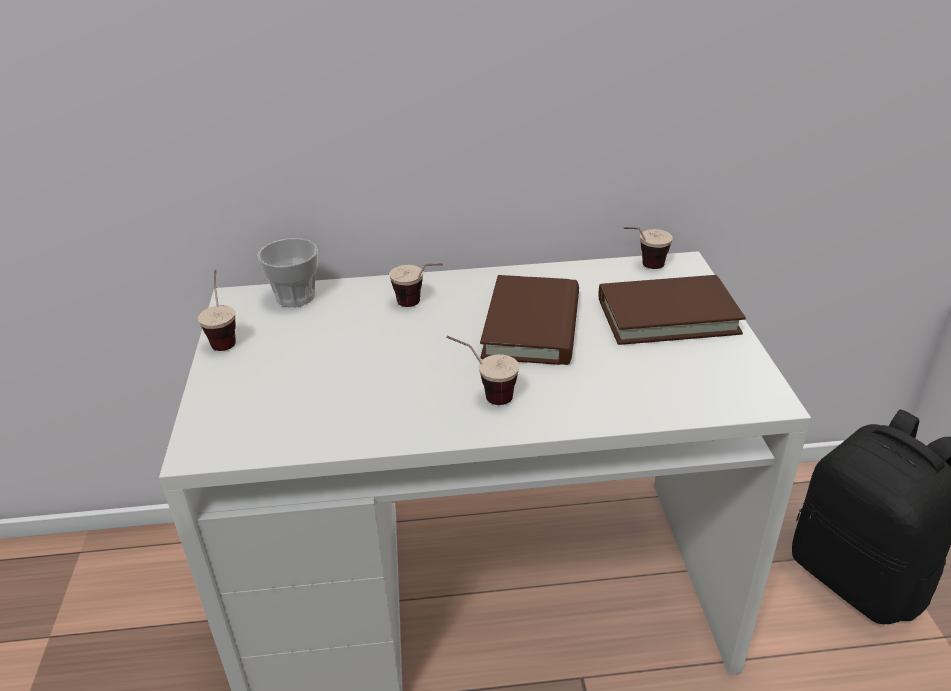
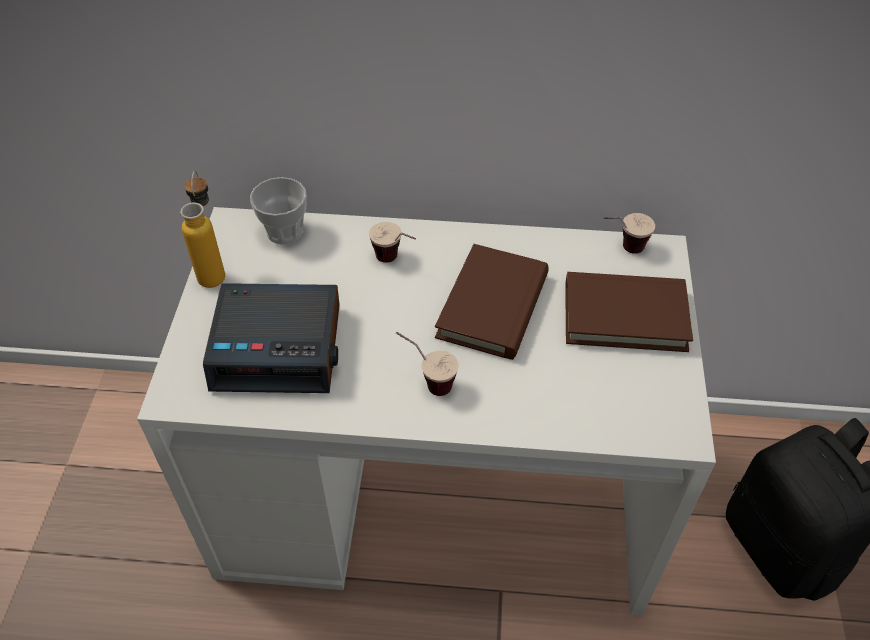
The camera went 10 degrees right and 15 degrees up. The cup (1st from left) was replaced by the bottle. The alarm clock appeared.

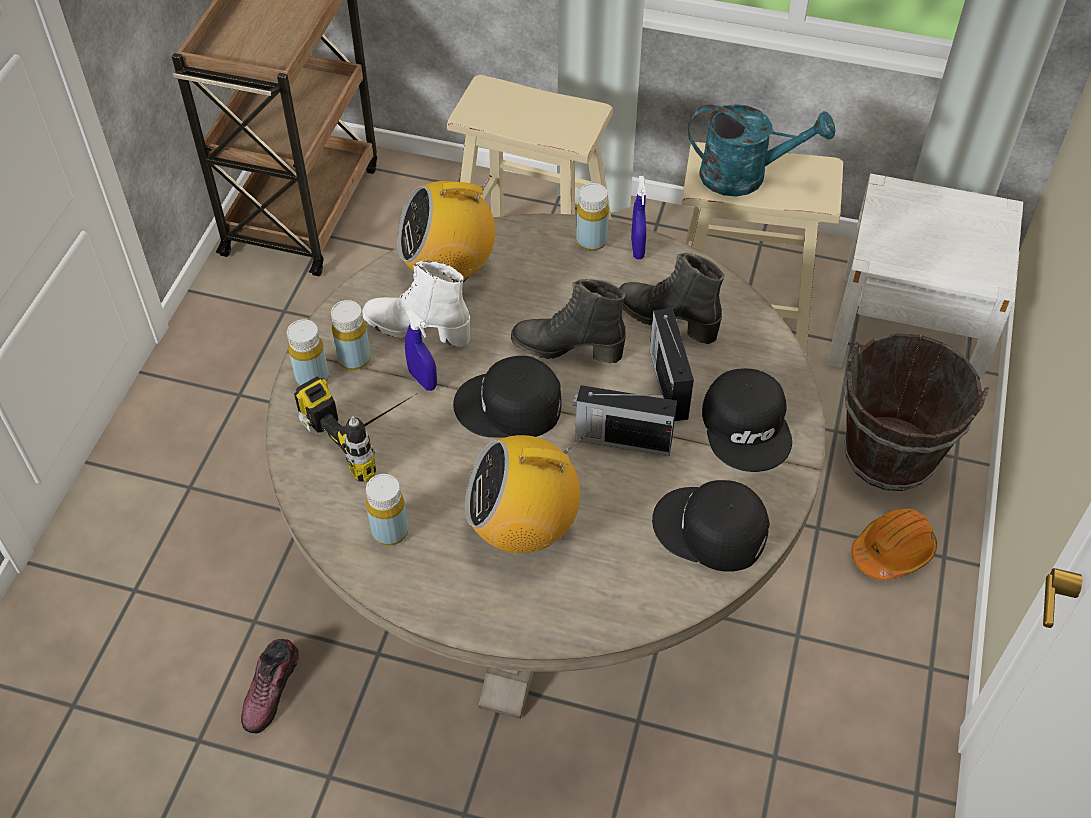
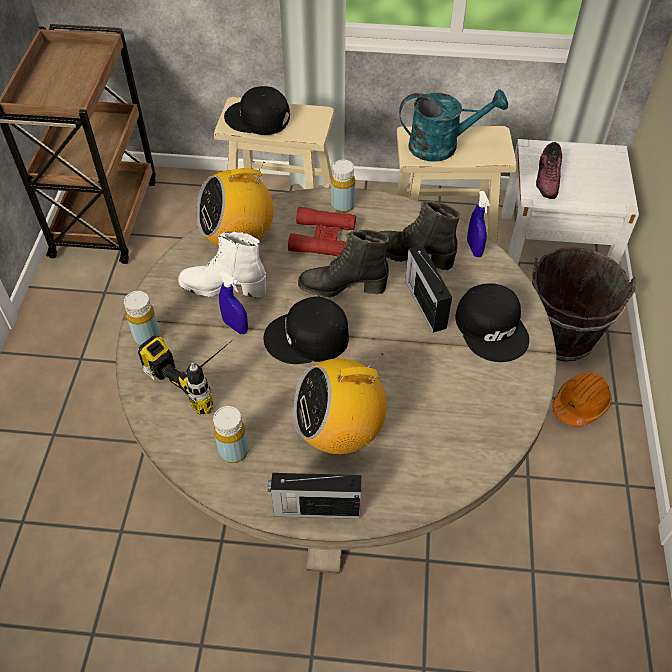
The camera went 10 degrees left and 0 degrees up. The shoe moved. The bottle in yellow (2nd from left) disappeared. The radio (3rd from left in the first image) moved. The spray bottle in blue (2nd from left) moved. The cap in black (2nd from left in the first image) moved. The binoculars in red appeared.

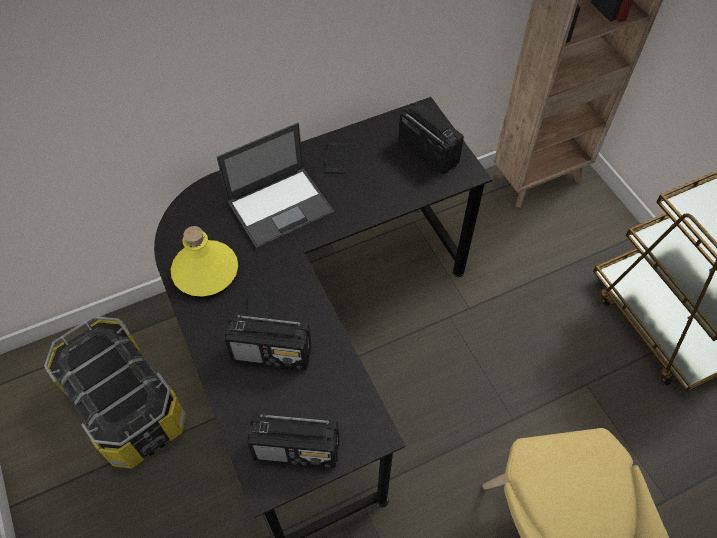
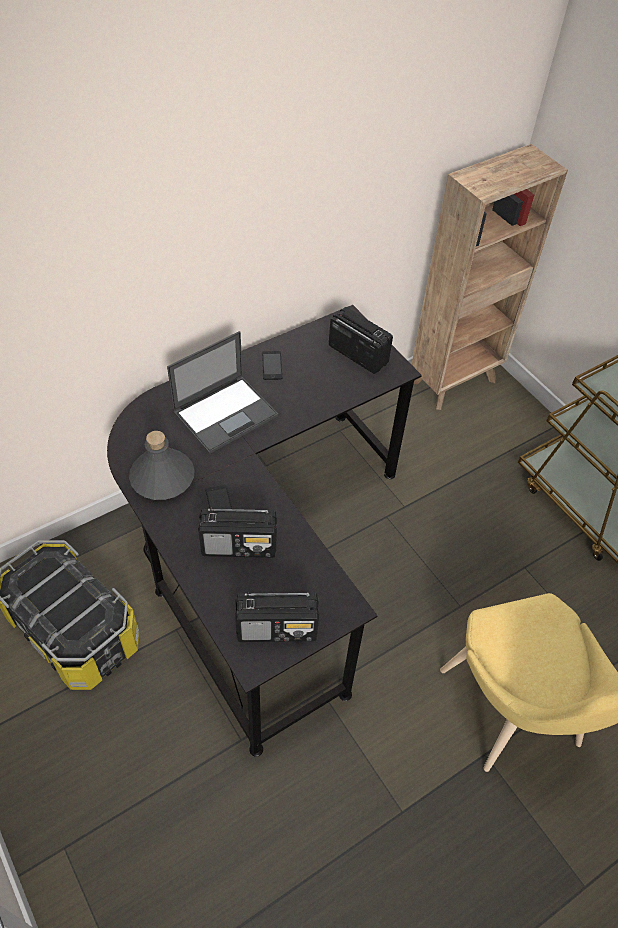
The camera went 10 degrees left and 5 degrees down. The bottle in yellow became the bottle in grey.

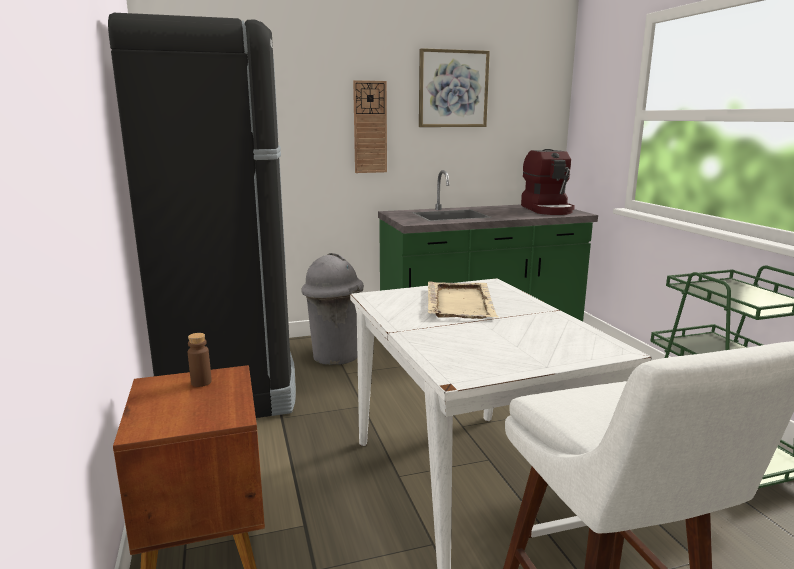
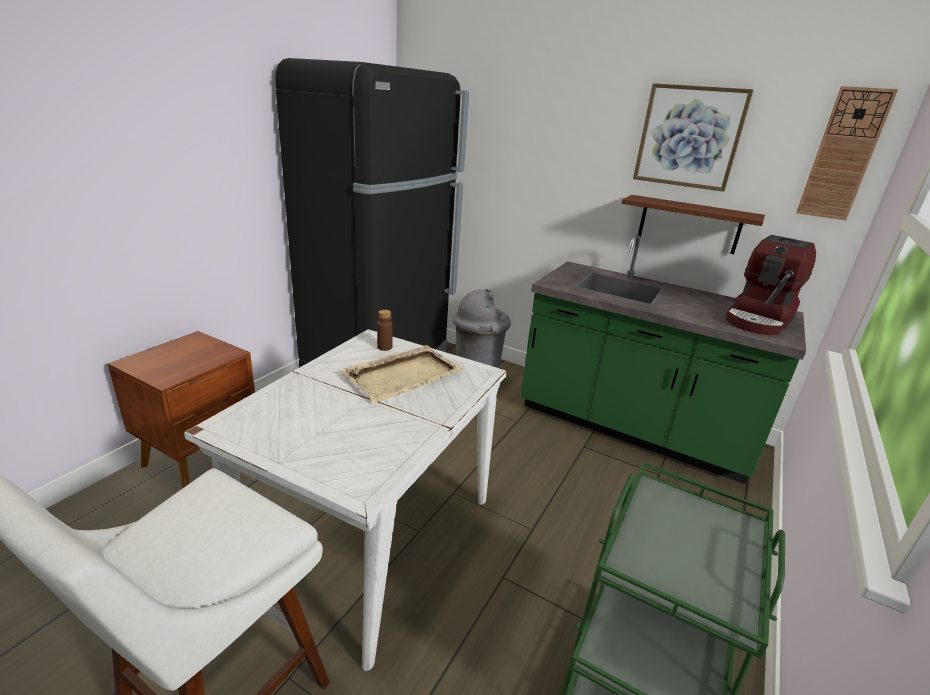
The camera went 45 degrees right and 10 degrees up. The bottle in brown moved. The wall clock moved. The shelf in brown appeared.

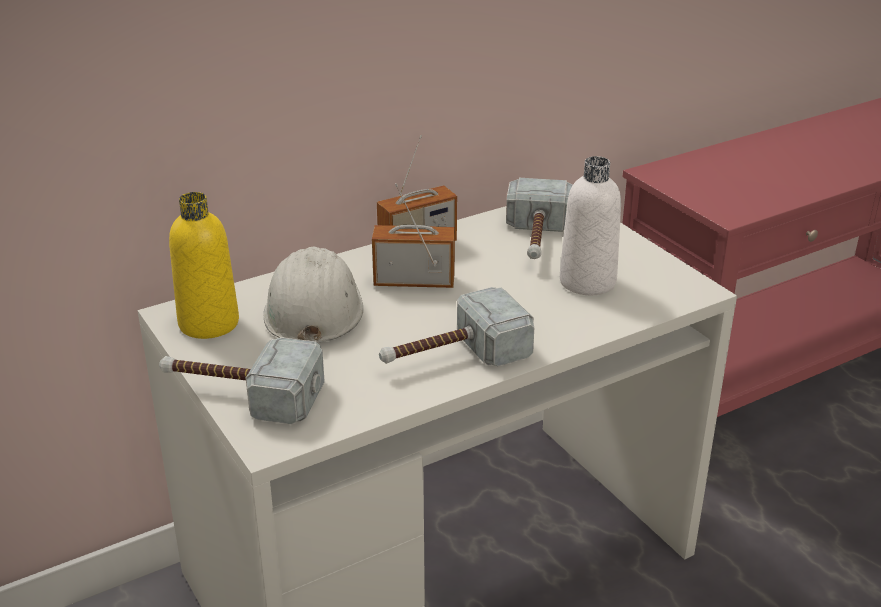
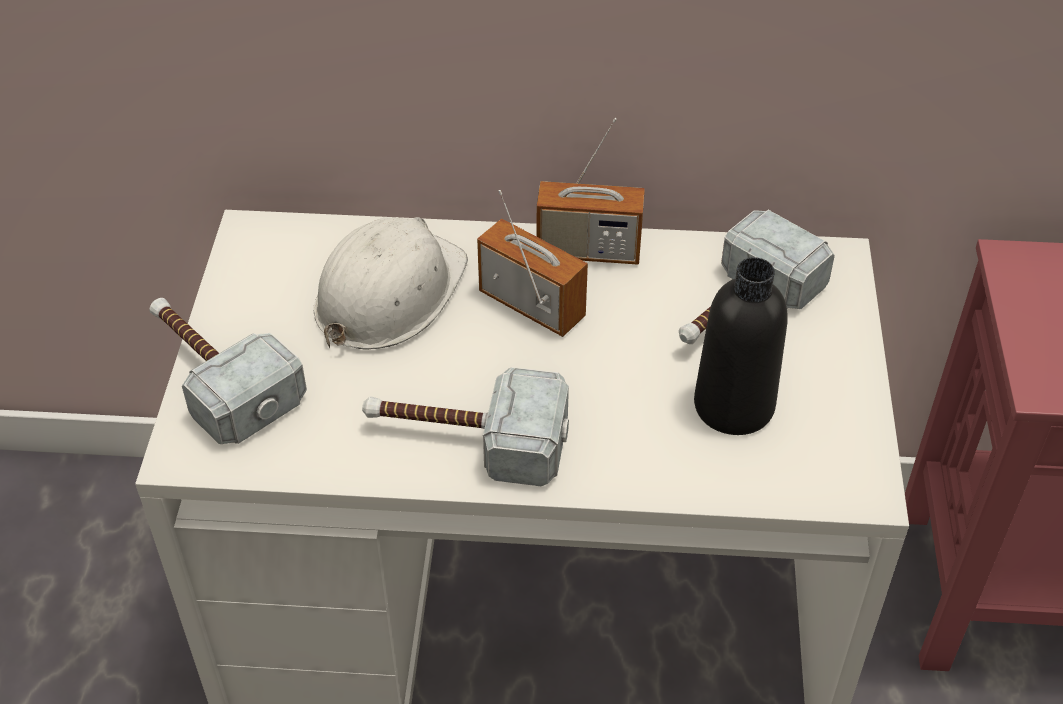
The camera went 35 degrees right and 15 degrees up. The bottle in yellow disappeared. The bottle in white became the bottle in black.

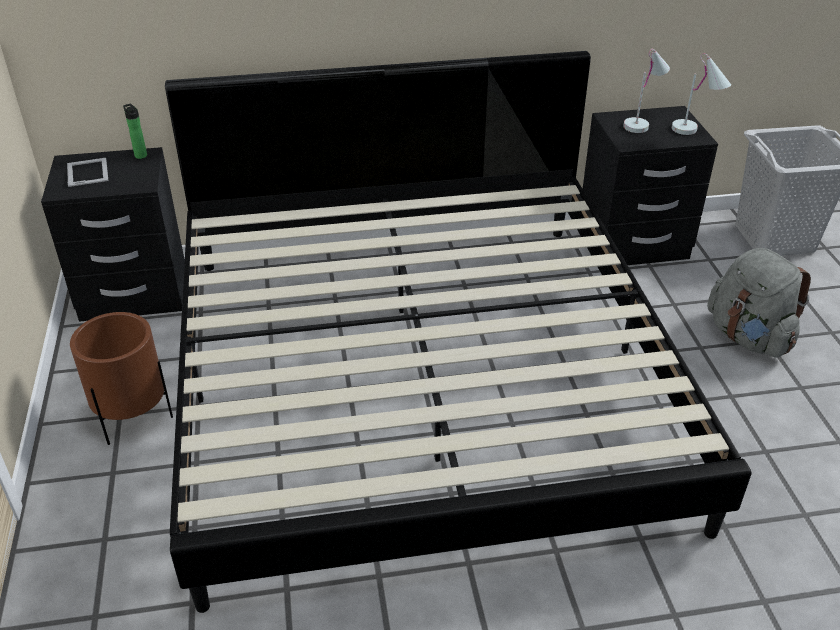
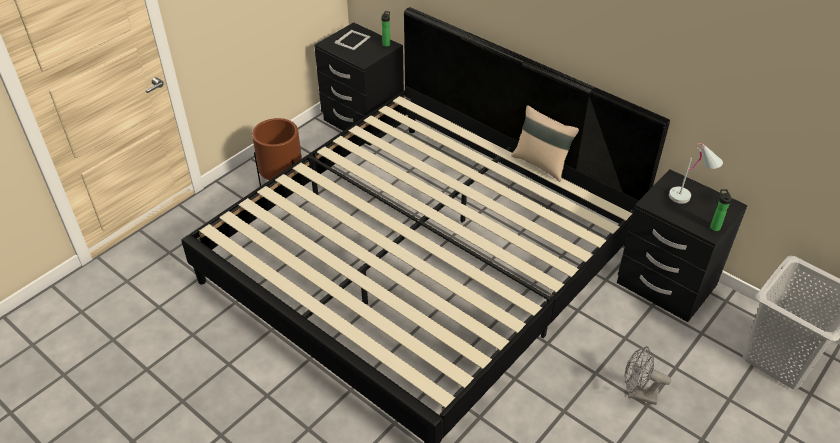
The camera went 50 degrees right and 5 degrees up. The table lamp in white (2nd from left) was replaced by the bottle (2nd from left). The backpack in grey was replaced by the fan in grey. The pillow in beige appeared.

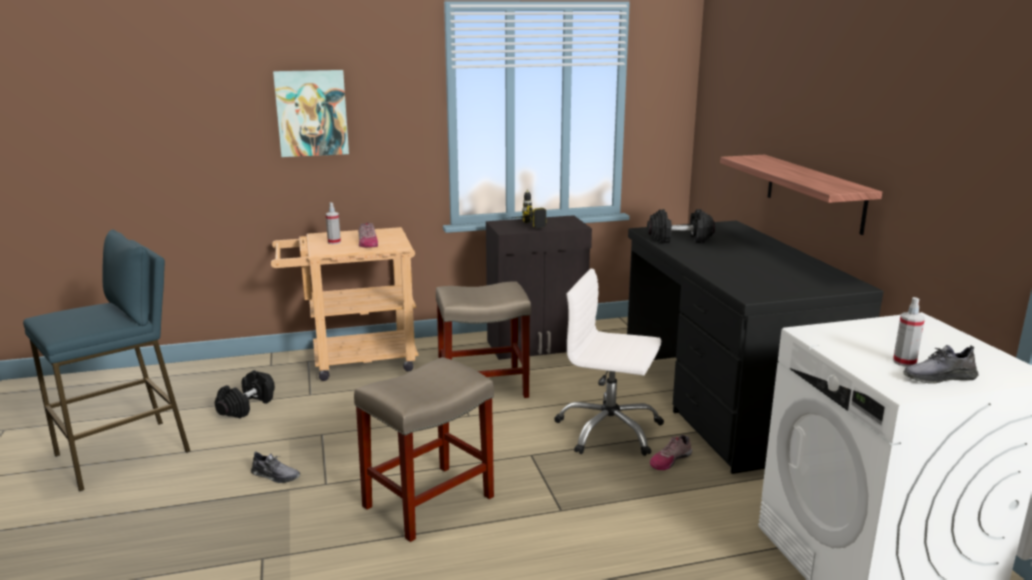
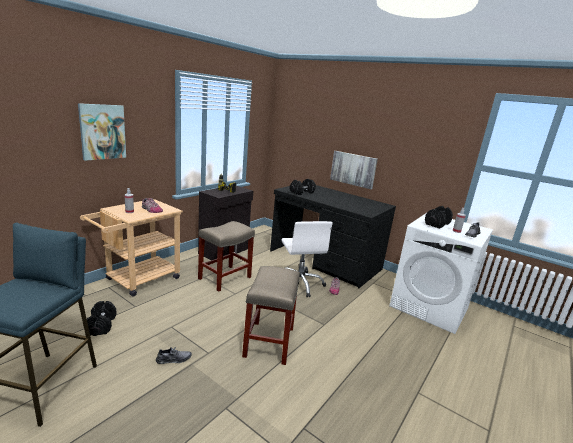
The camera went 40 degrees left and 0 degrees up. The office chair in white turned 90 degrees counterclockwise. The shelf was replaced by the picture (2nd from left). The dumbbell in black (3rd from left) appeared.

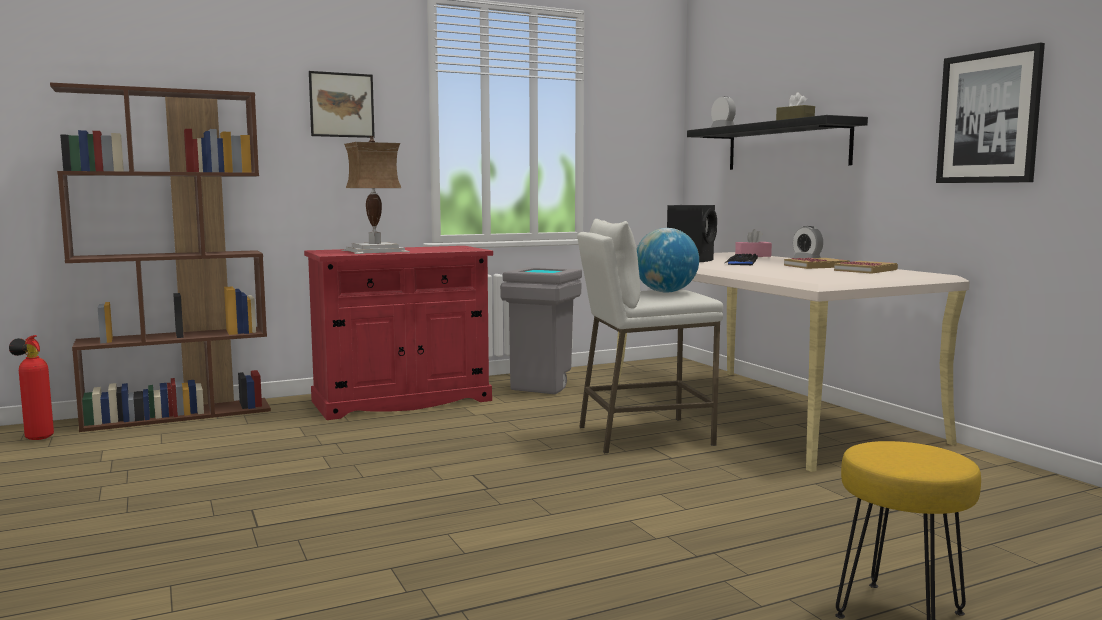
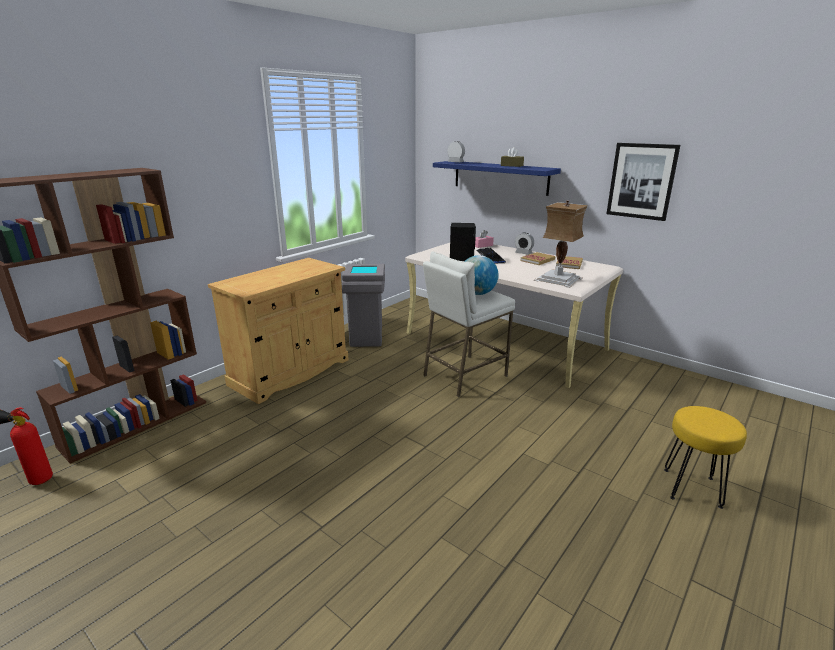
The camera went 25 degrees left and 15 degrees up. The cabinet in red became the cabinet in beige. The picture (1st from left) disappeared. The table lamp moved. The shelf in black became the shelf in blue.

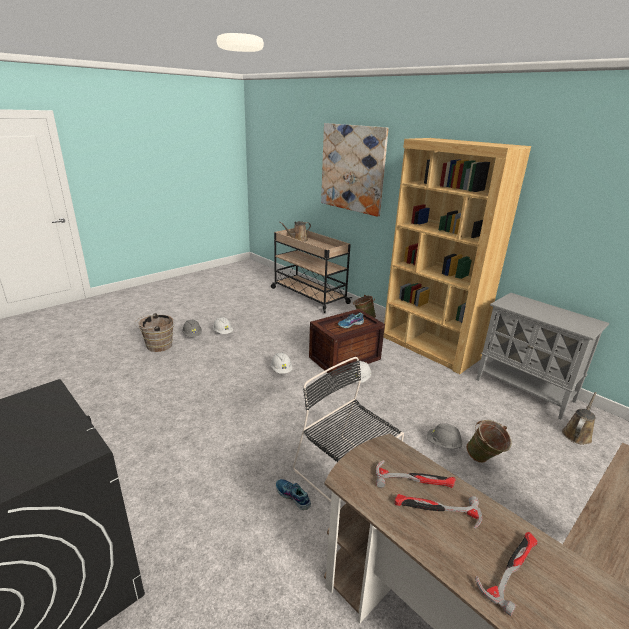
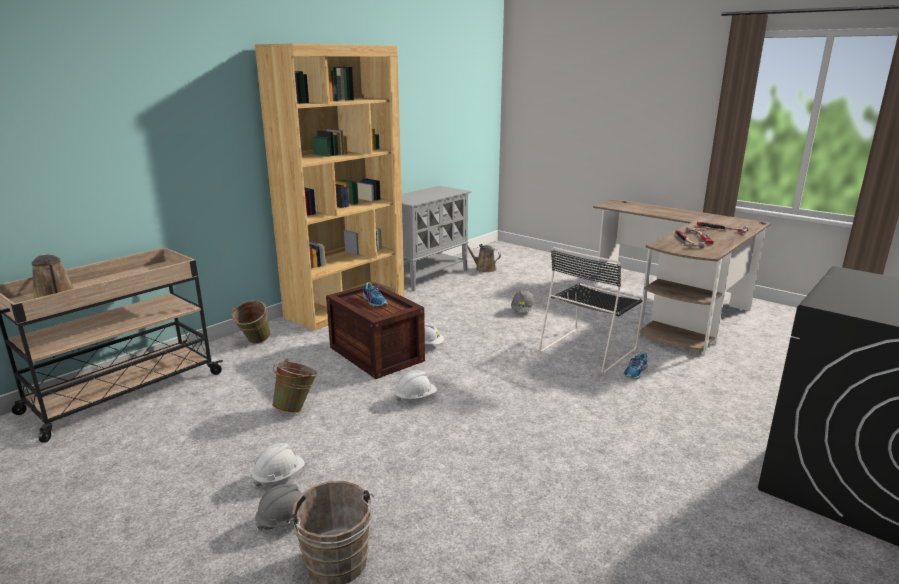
The camera went 95 degrees left and 5 degrees down. The picture disappeared. The bucket in green (2nd from left) moved.

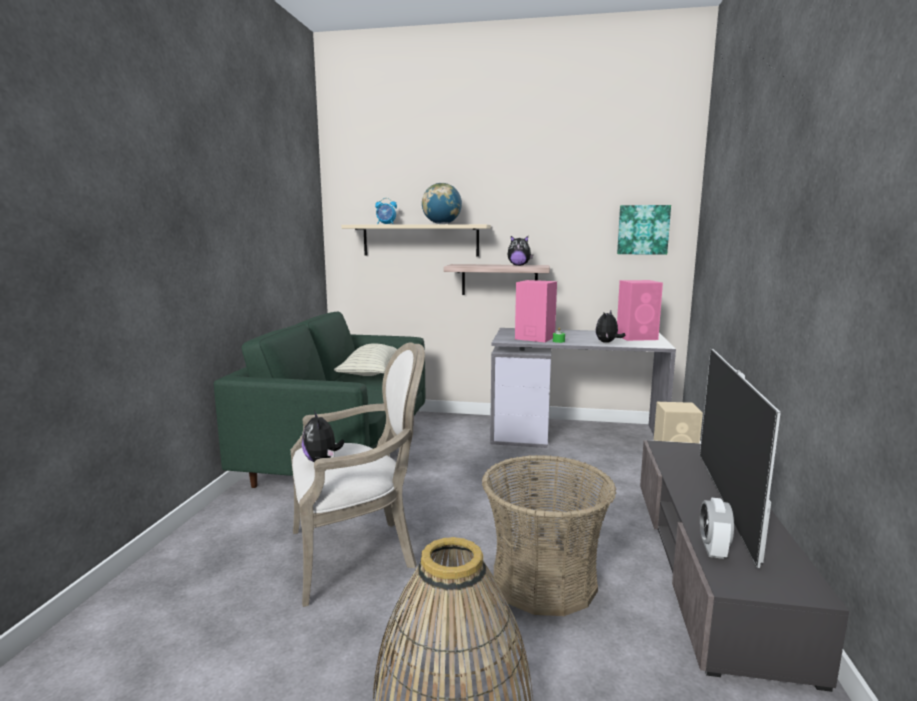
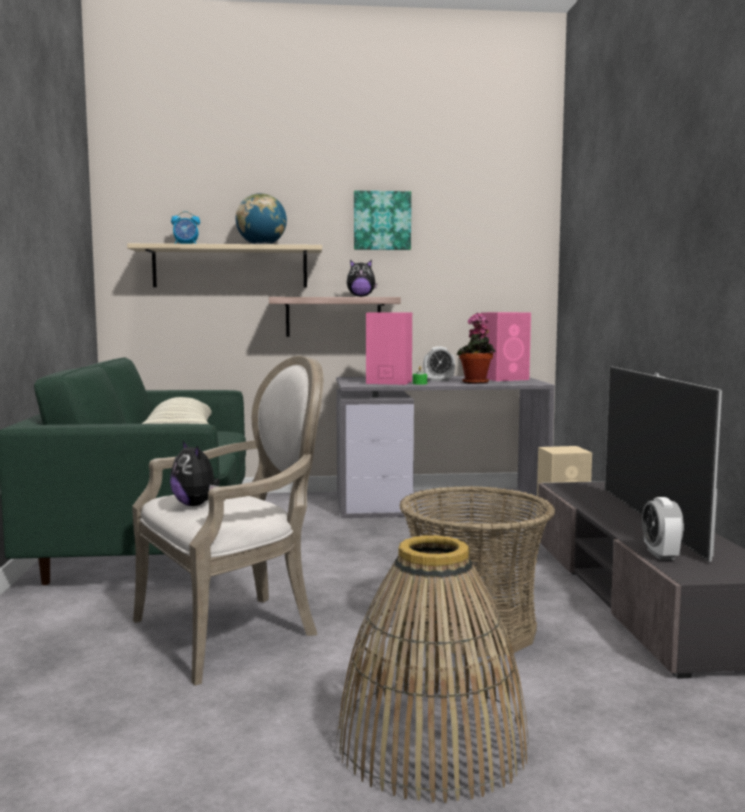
The camera went 15 degrees left and 5 degrees down. The plush toy (3rd from left) was replaced by the potted plant. The picture moved. The alarm clock (2nd from left) appeared.

